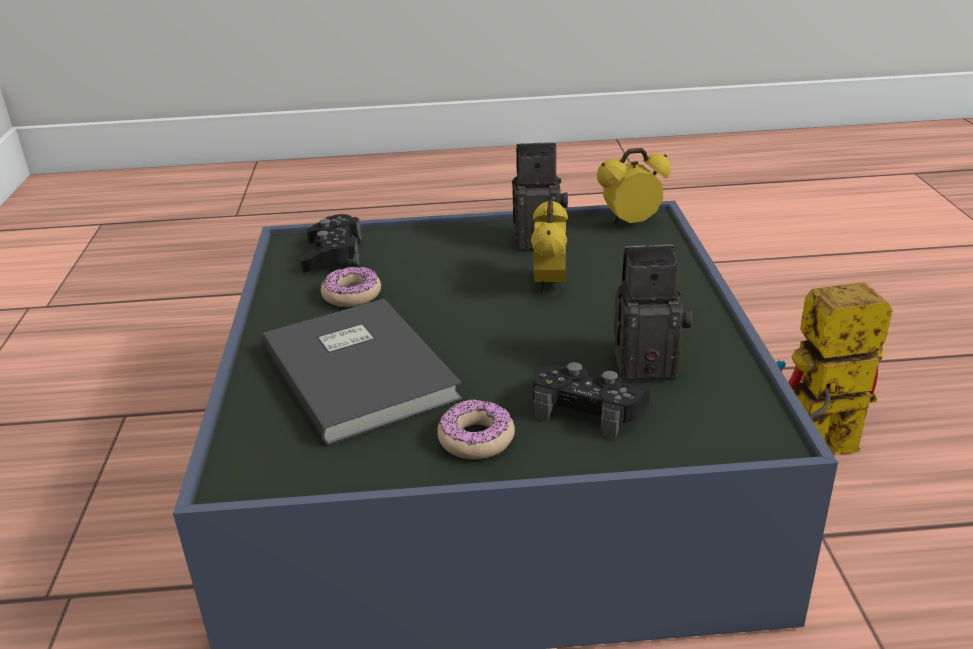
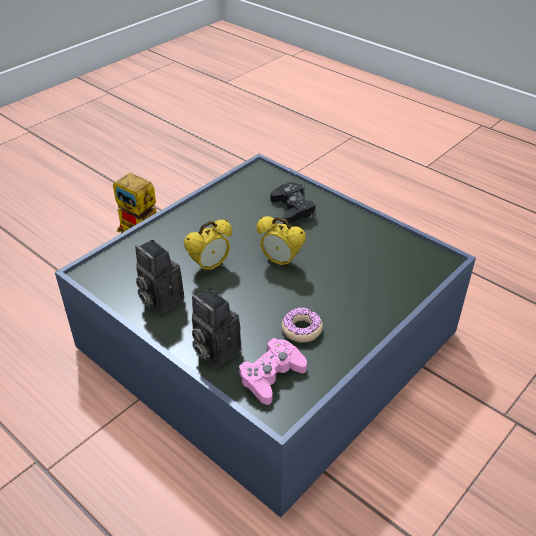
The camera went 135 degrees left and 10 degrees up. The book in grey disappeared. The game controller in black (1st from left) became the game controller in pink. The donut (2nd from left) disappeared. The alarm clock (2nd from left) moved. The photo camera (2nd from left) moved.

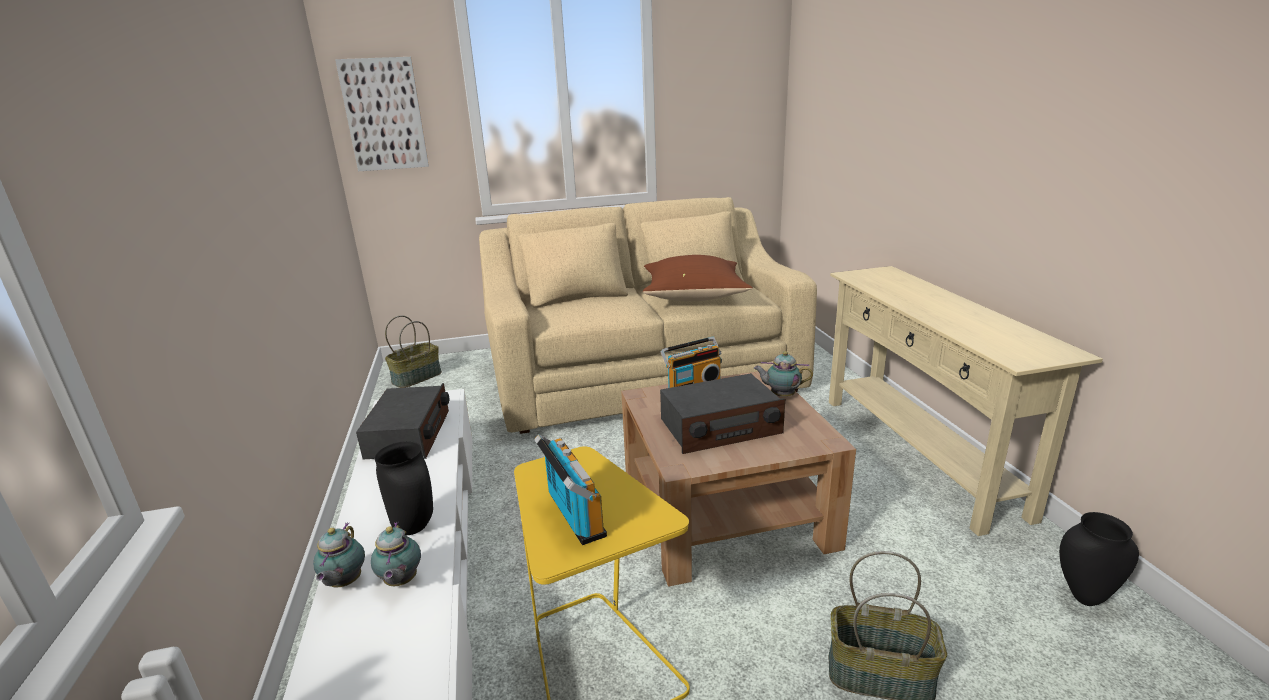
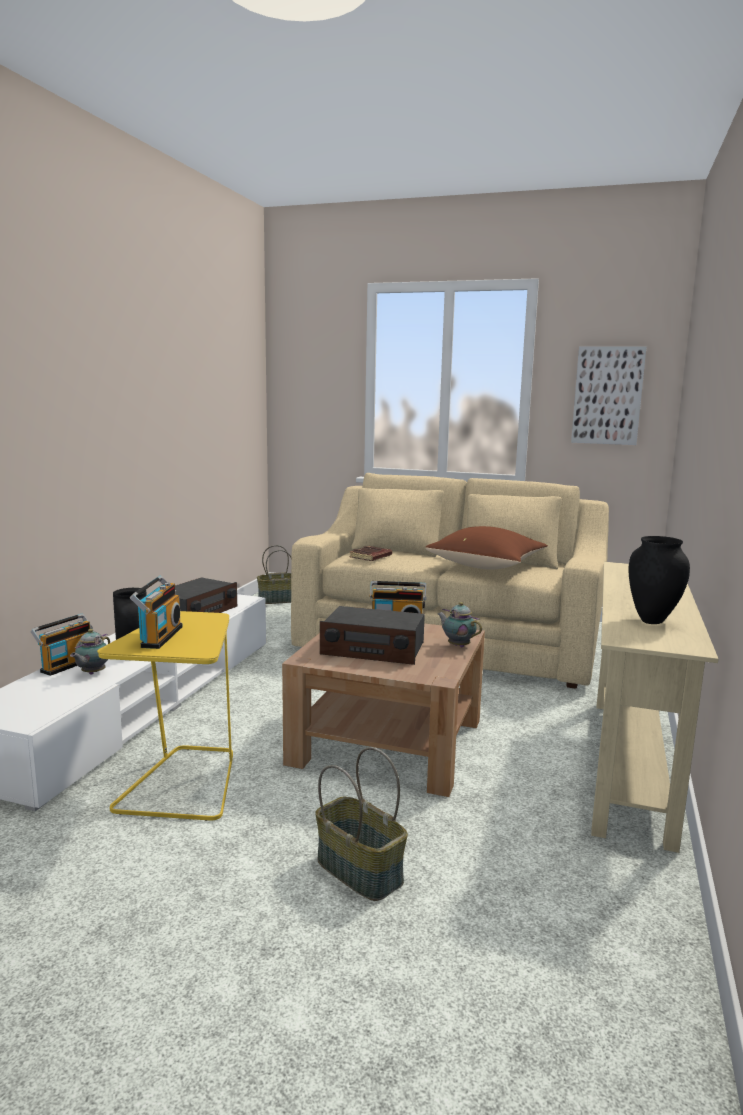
The camera went 30 degrees right and 10 degrees down. The teapot (1st from left) was replaced by the radio (1st from left). The picture moved. The vase in black (2nd from left) moved. The book in brown appeared.

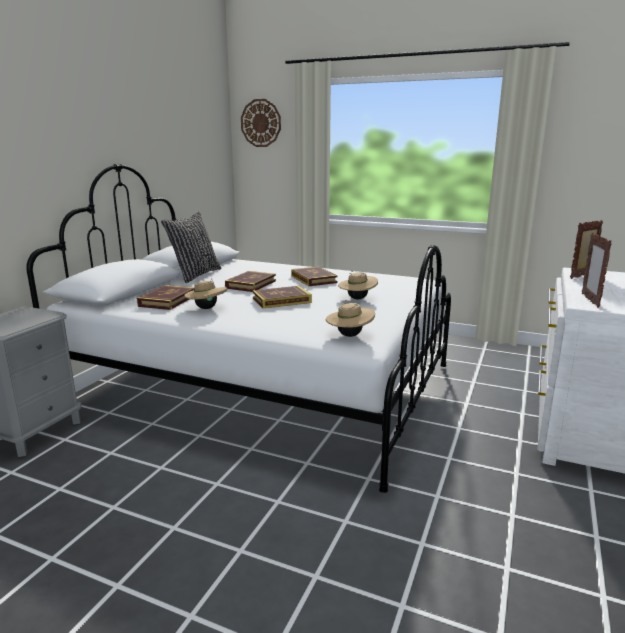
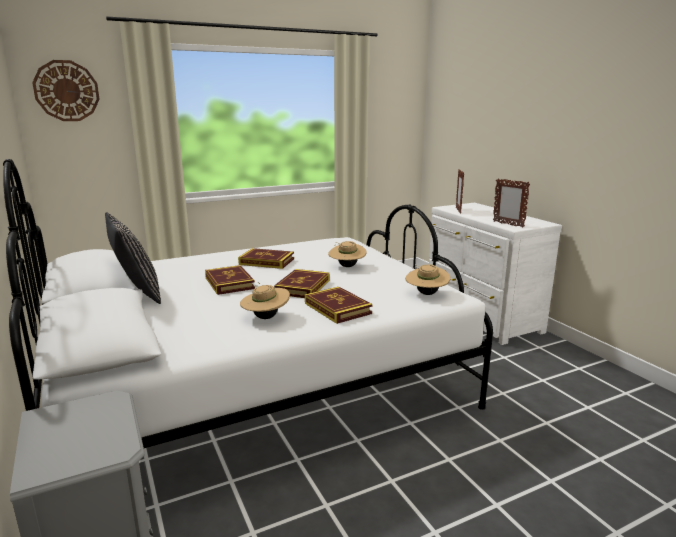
The camera went 50 degrees left and 0 degrees up. The book (1st from left in the first image) moved.

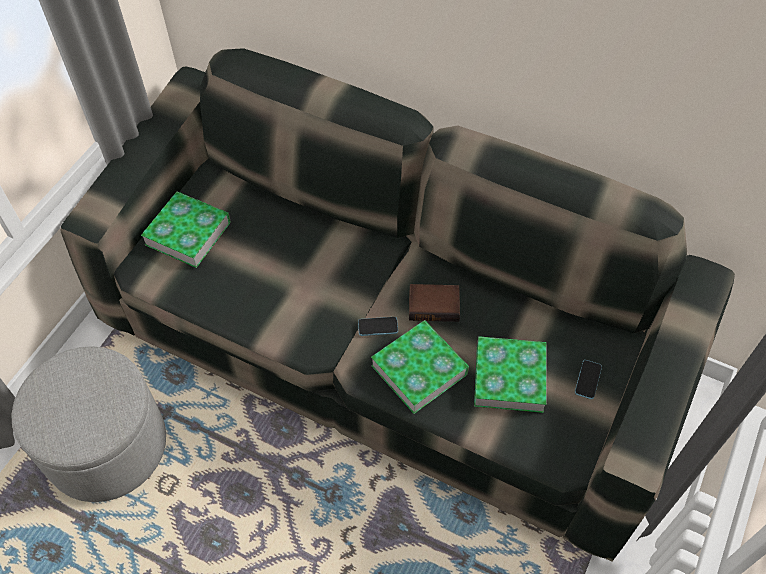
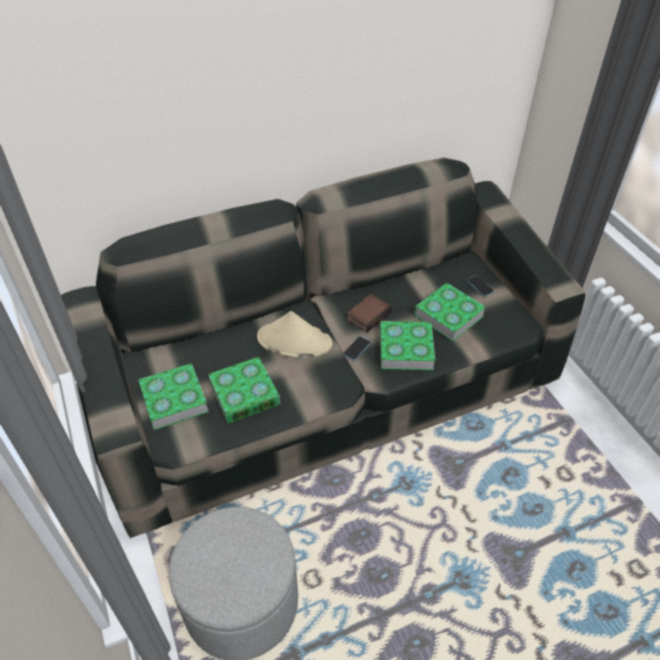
The camera went 50 degrees left and 10 degrees down. The book (2nd from left) appeared. The hat in beige appeared.

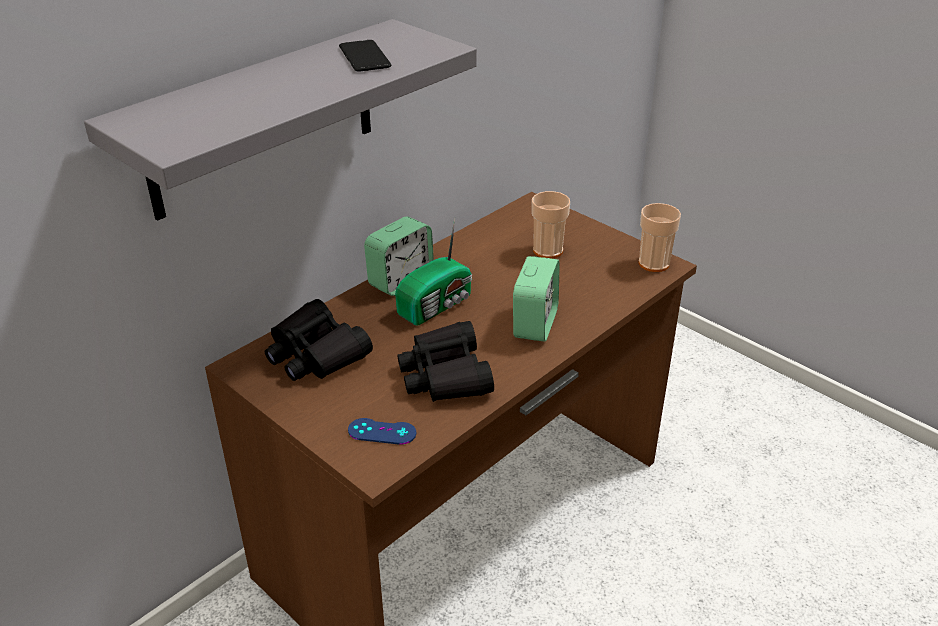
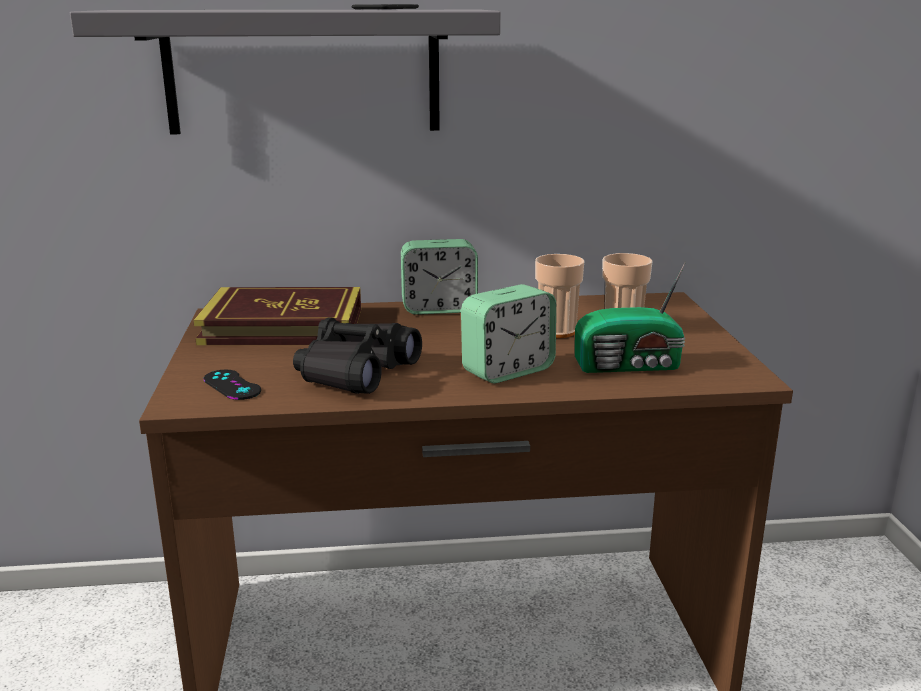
The camera went 40 degrees right and 15 degrees down. The binoculars in black (1st from left) was replaced by the book. The game controller in blue became the game controller in black. The radio moved. The cup (2nd from left in the first image) moved.

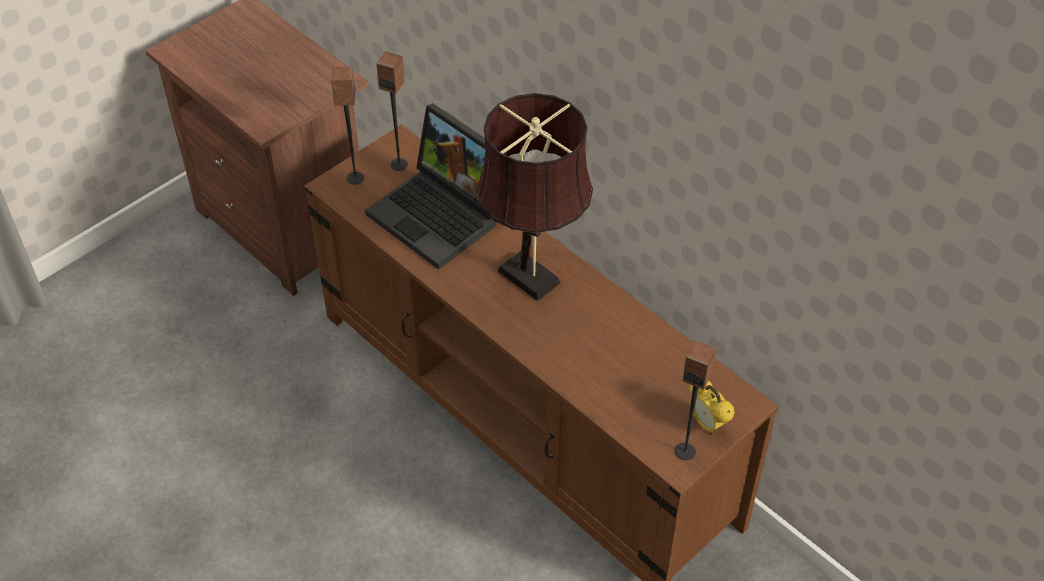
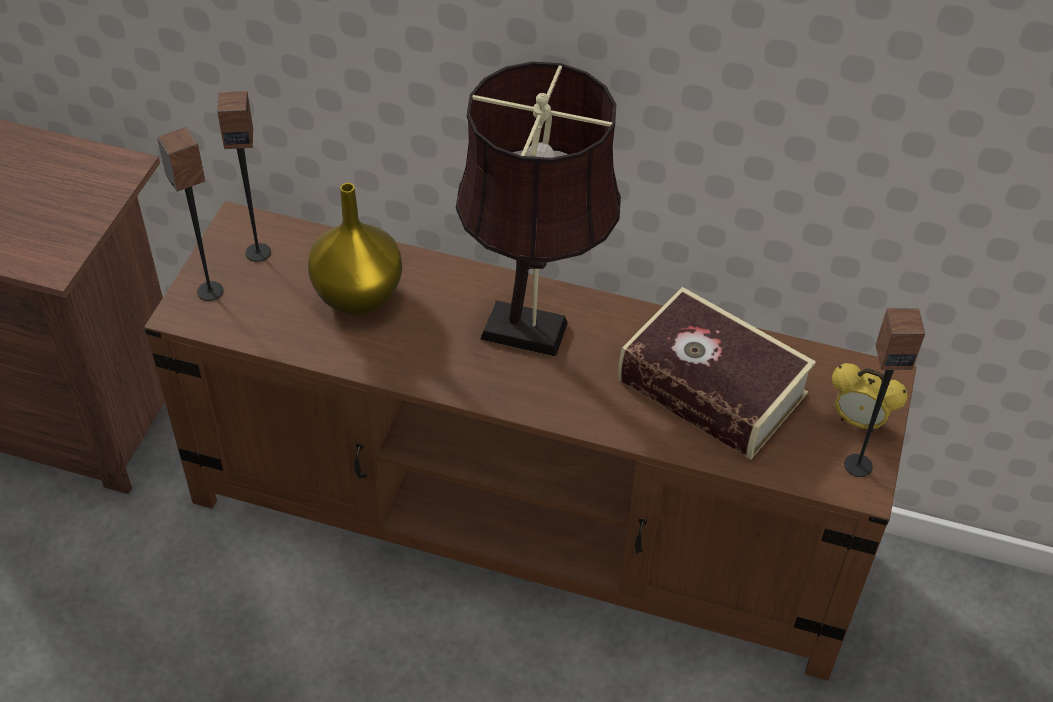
The camera went 30 degrees left and 0 degrees up. The laptop was replaced by the vase in yellow. The book appeared.

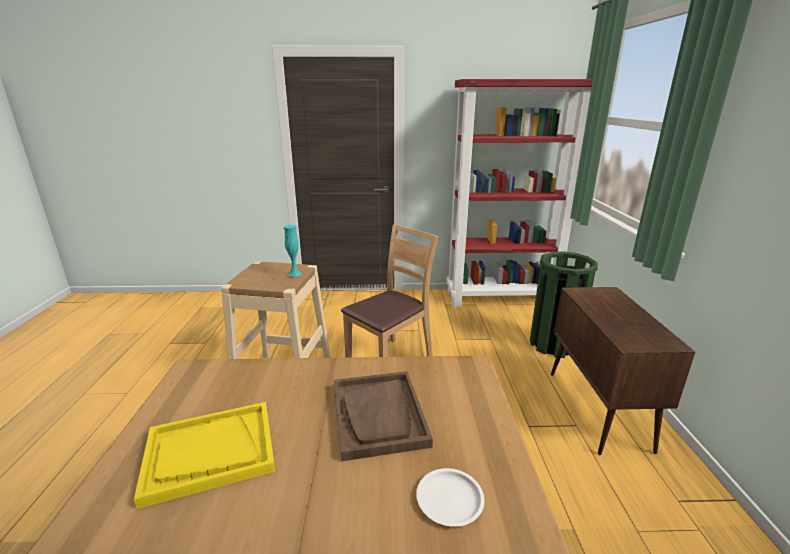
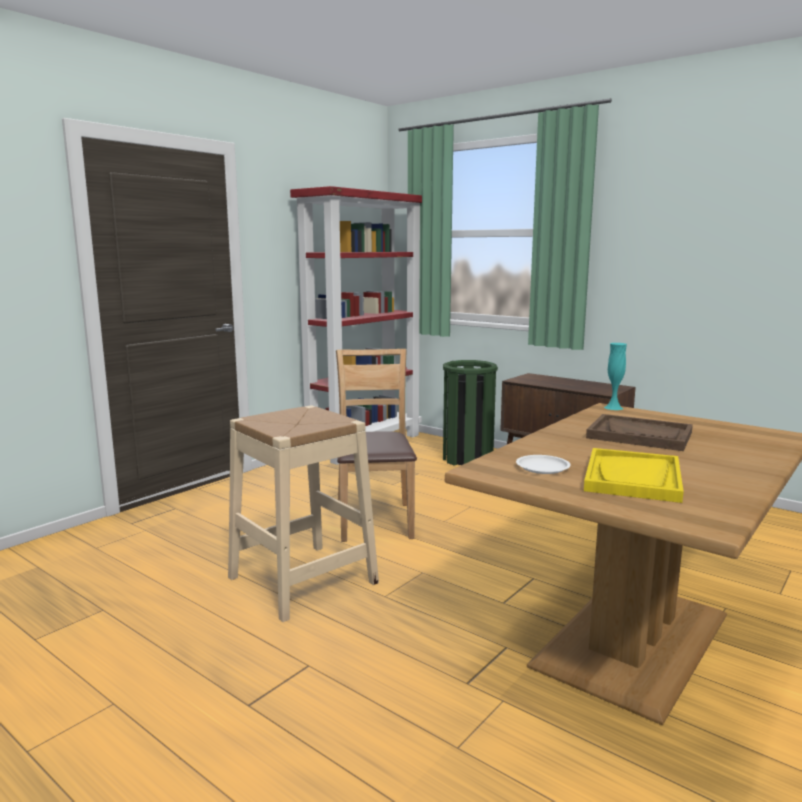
The camera went 50 degrees left and 10 degrees down. The vase in turquoise moved. The plate in white moved.

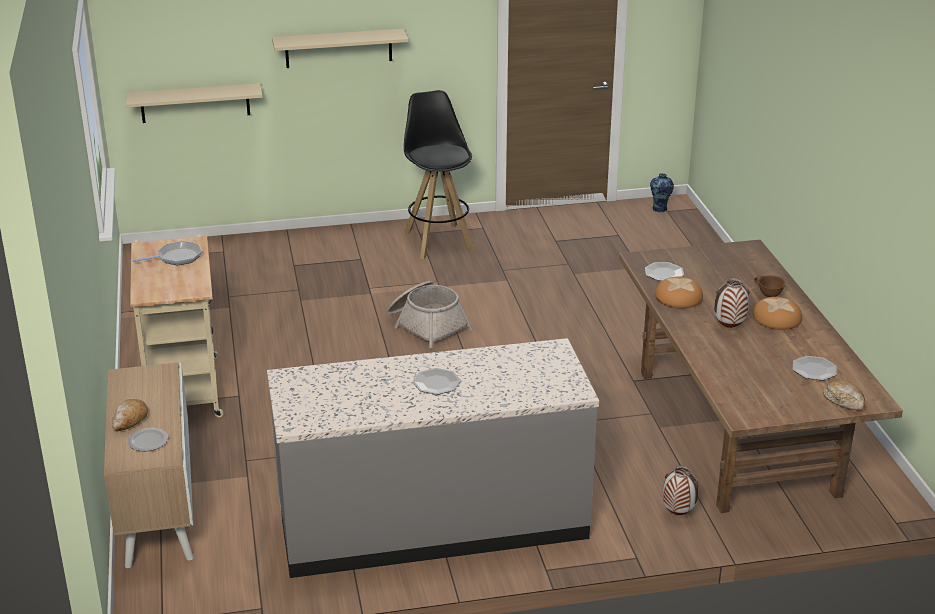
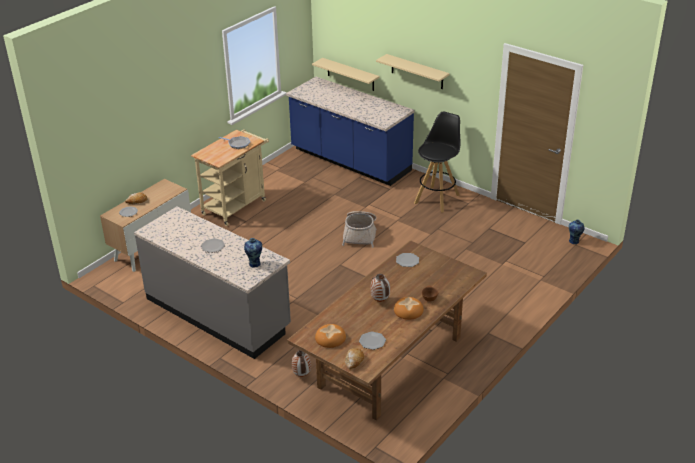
The camera went 50 degrees right and 5 degrees up. The bread (2nd from left) moved. The vase (1st from left) appeared. The counter in blue appeared.

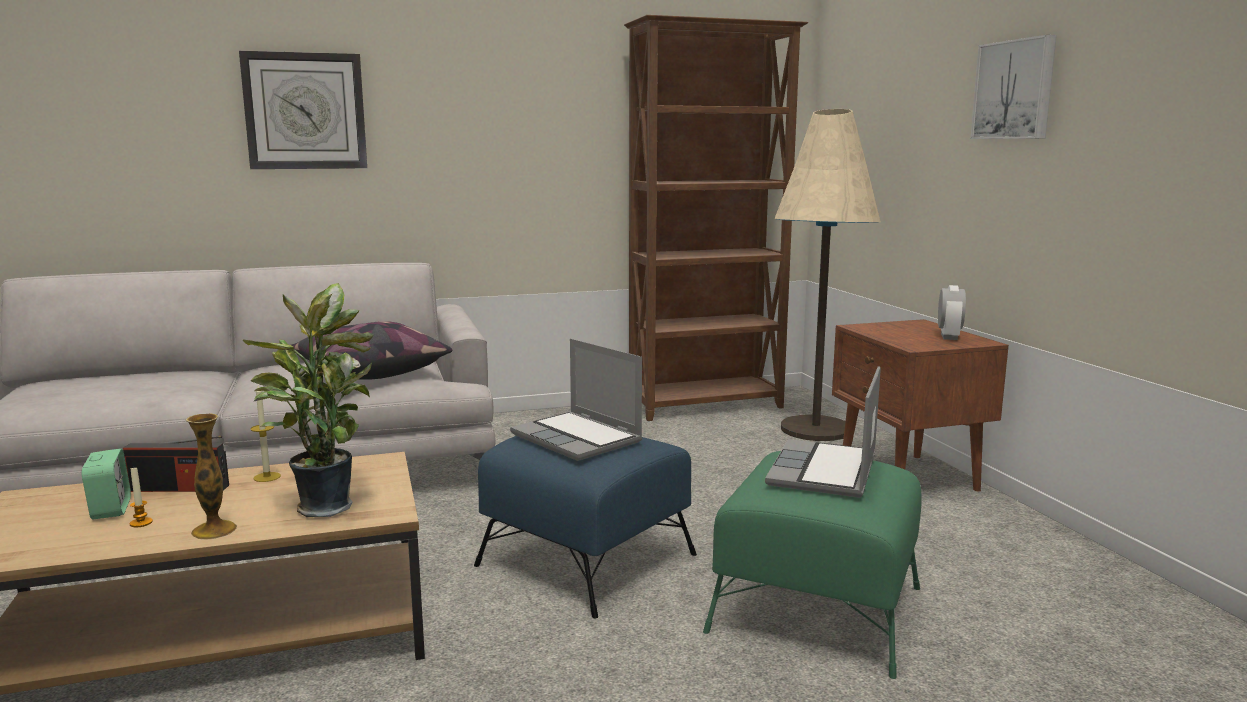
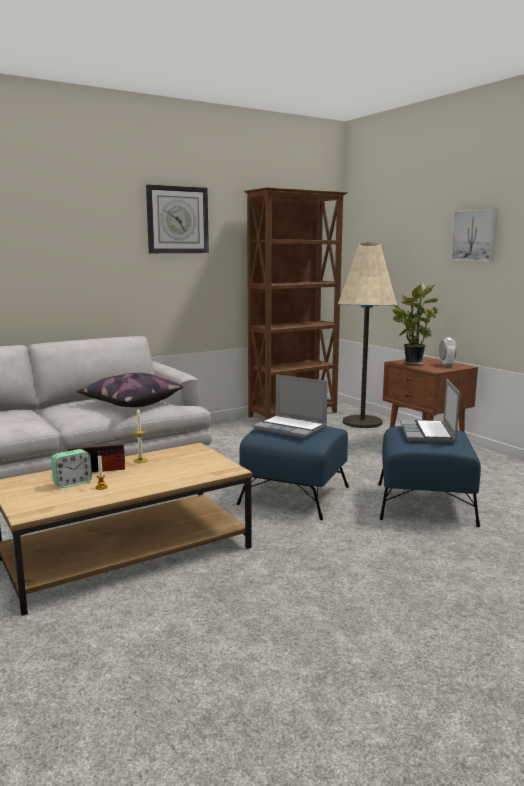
The camera went 15 degrees left and 0 degrees up. The alarm clock (1st from left) turned 90 degrees clockwise. The vase disappeared. The wall clock moved. The potted plant moved. The ottoman in green became the ottoman in blue (2nd from left).

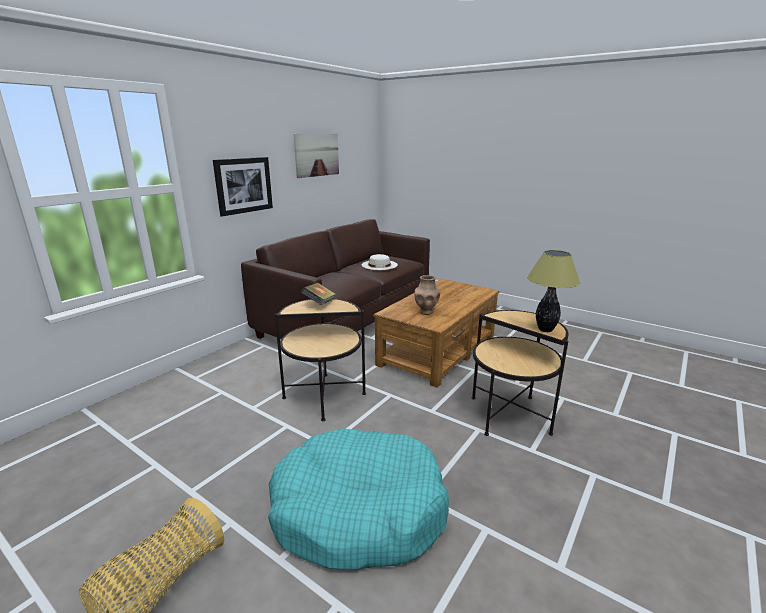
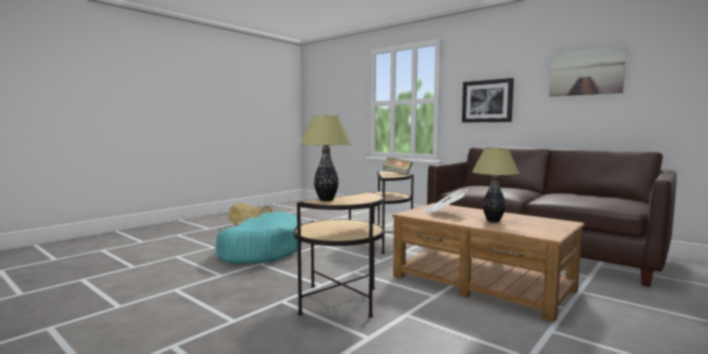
The camera went 95 degrees right and 15 degrees down. The hat in white disappeared. The vase in brown was replaced by the newspaper. The table lamp (2nd from left) appeared.

